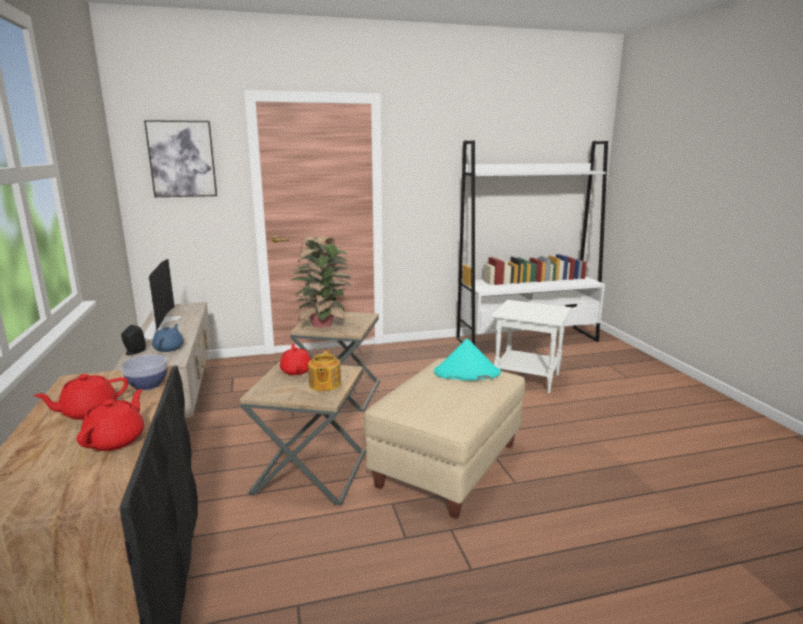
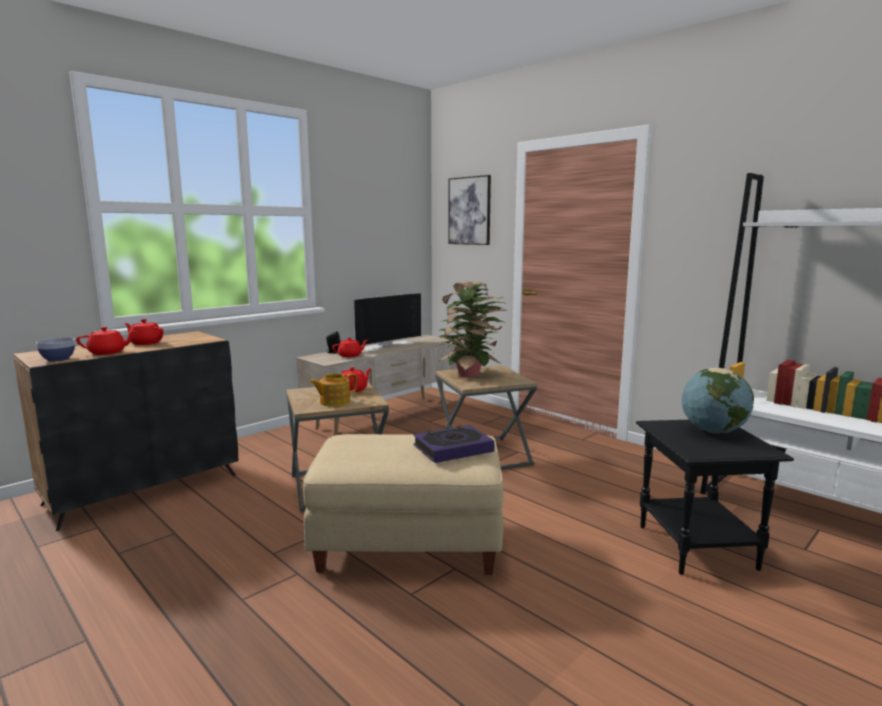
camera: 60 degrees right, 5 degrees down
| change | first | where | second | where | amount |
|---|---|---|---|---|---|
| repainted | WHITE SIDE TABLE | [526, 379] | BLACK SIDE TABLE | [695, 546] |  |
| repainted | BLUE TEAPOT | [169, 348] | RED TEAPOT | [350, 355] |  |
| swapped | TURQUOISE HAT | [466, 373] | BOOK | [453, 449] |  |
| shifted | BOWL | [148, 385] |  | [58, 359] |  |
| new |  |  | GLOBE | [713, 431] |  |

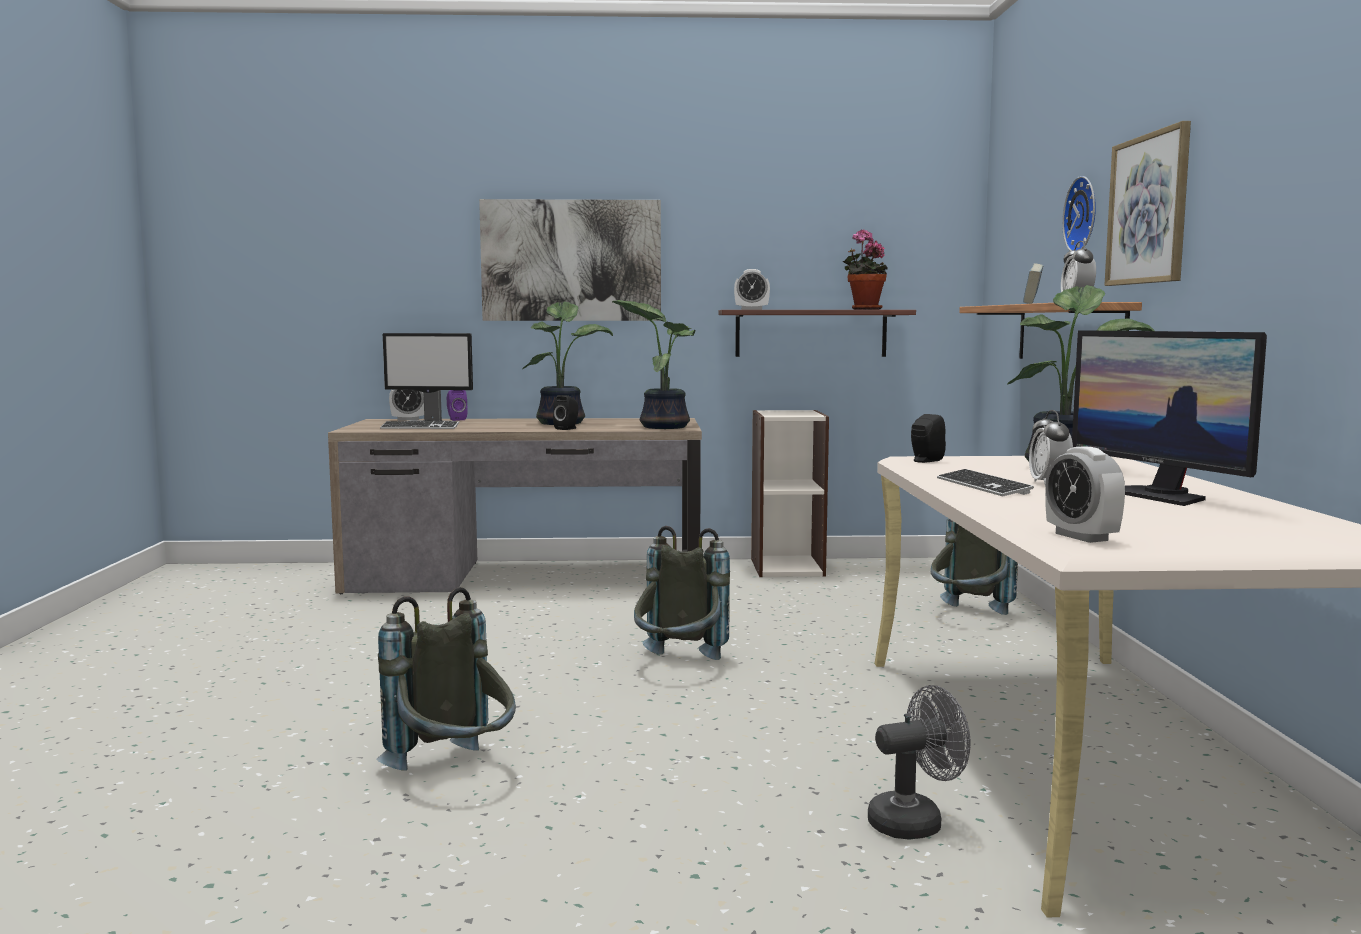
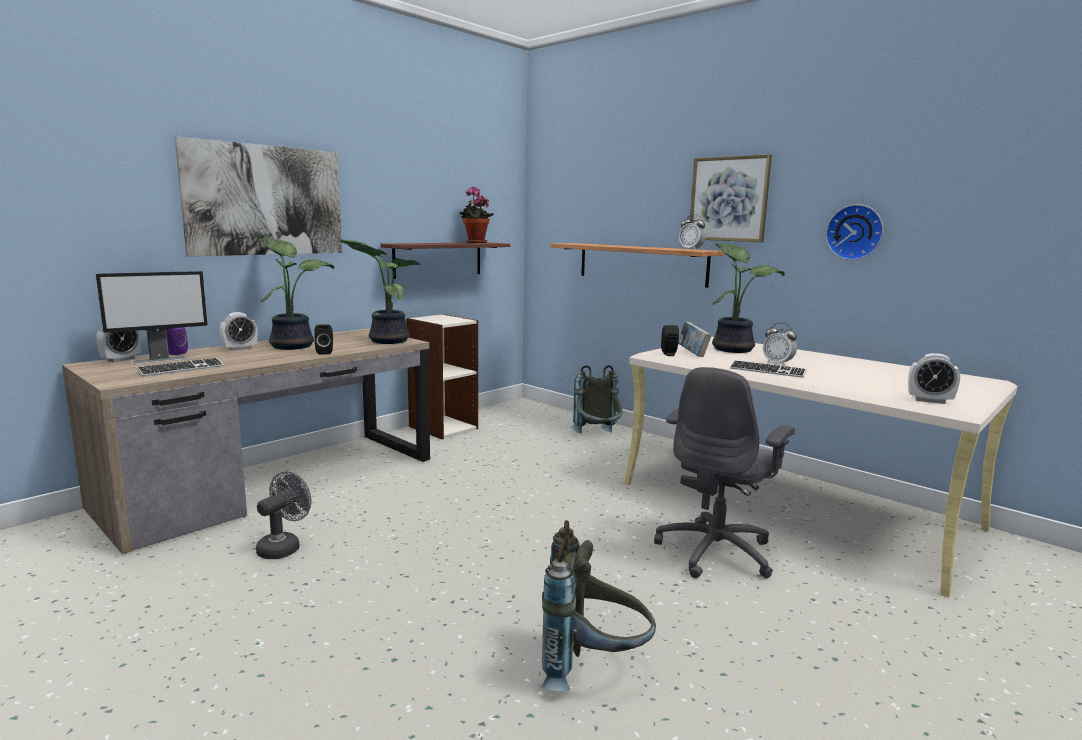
camera: 45 degrees left, 5 degrees up
| change | first | where | second | where | amount |
|---|---|---|---|---|---|
| shifted | WALL CLOCK | [1084, 215] |  | [855, 232] |  |
| shifted | BOOK | [1032, 304] |  | [692, 354] |  |
| shifted | ALARM CLOCK | [751, 309] |  | [240, 348] |  |
| gone | MONITOR | [1158, 495] |  |  |  |
| gone | GREY BACKPACK | [678, 665] |  |  |  |
| shifted | GREY FAN | [915, 821] |  | [283, 547] |  |
| new |  |  | GREY OFFICE CHAIR | [716, 551] |  |

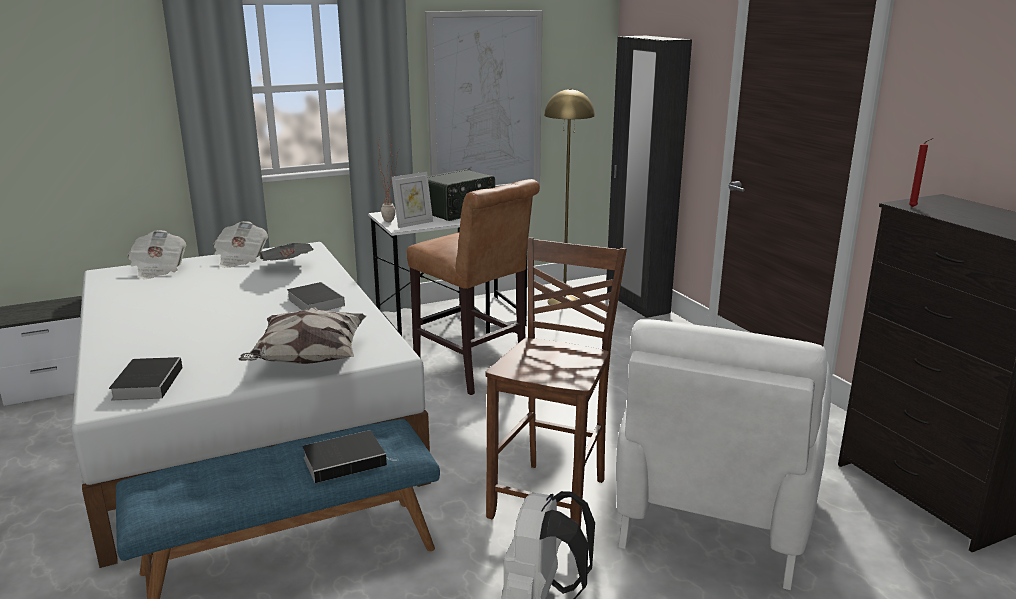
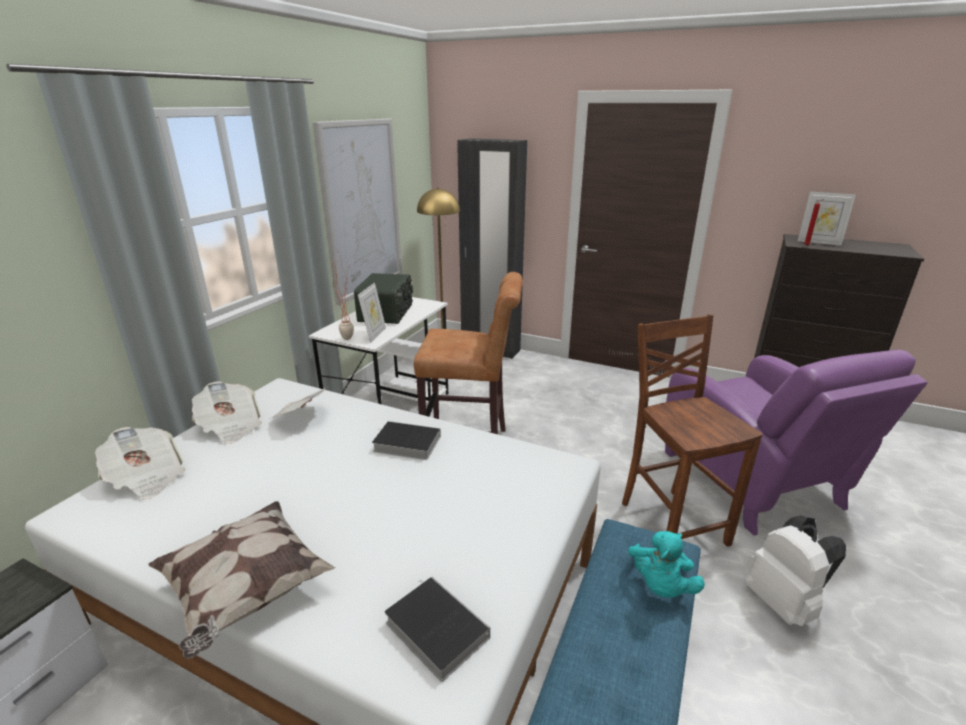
camera: 40 degrees left, 5 degrees up
| change | first | where | second | where | amount |
|---|---|---|---|---|---|
| shifted | PILLOW | [308, 359] |  | [245, 591] |  |
| repainted | WHITE ARMCHAIR | [714, 516] | PURPLE ARMCHAIR | [753, 482] |  |
| swapped | BOOK | [347, 460] | TURQUOISE PLUSH TOY | [660, 586] |  |
| new |  |  | PICTURE FRAME | [819, 242] |  |

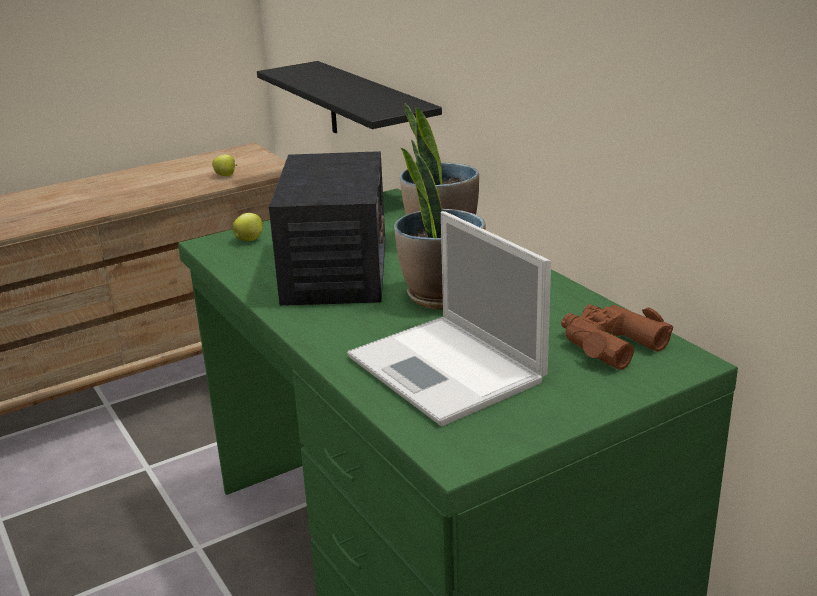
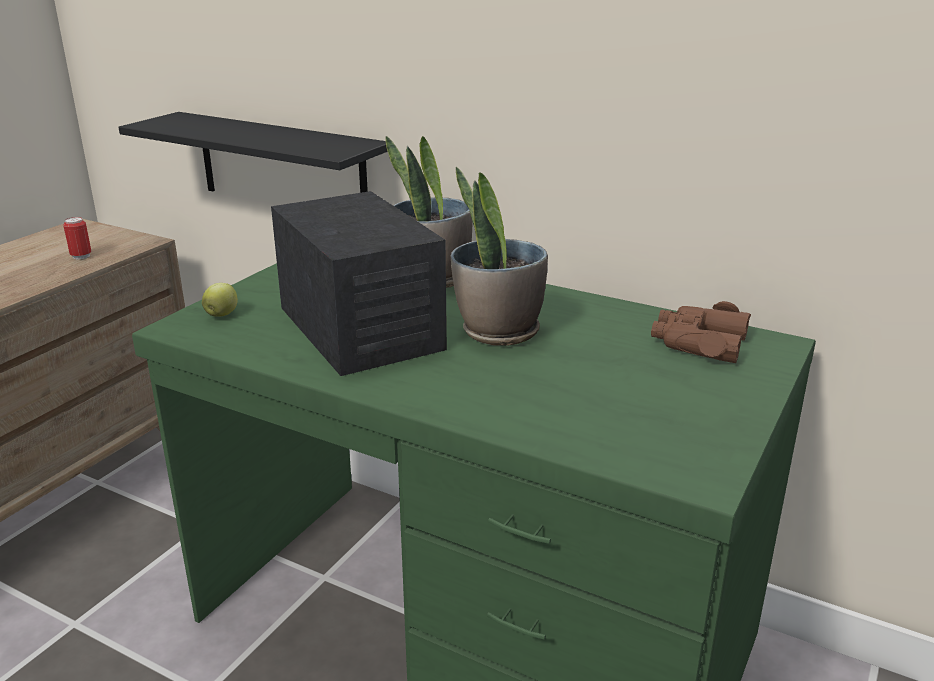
camera: 30 degrees left, 0 degrees up
| change | first | where | second | where | amount |
|---|---|---|---|---|---|
| swapped | APPLE | [226, 175] | CAN | [81, 256] |  |
| gone | LAPTOP | [448, 370] |  |  |  |

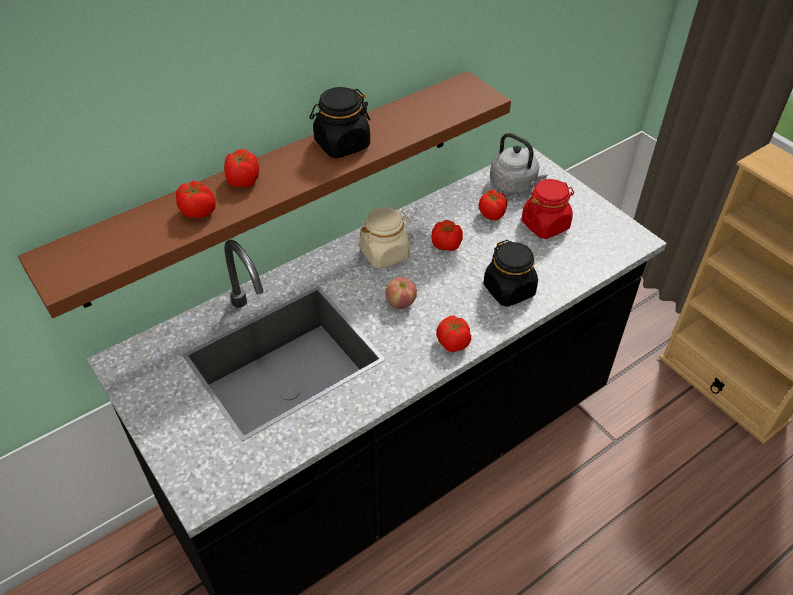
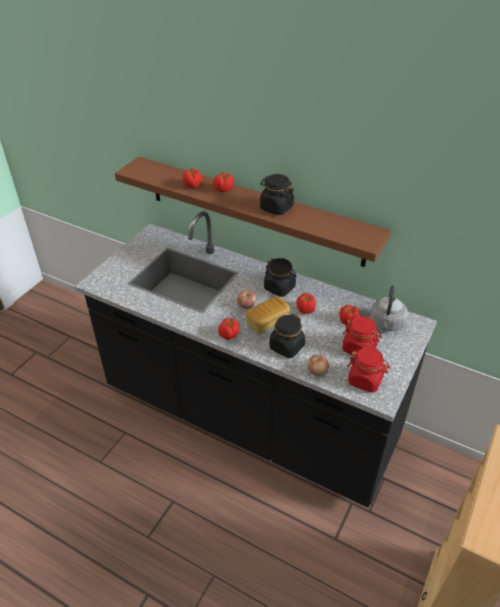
camera: 65 degrees right, 5 degrees down
| change | first | where | second | where | amount |
|---|---|---|---|---|---|
| repainted | BEIGE JAR | [385, 253] | BLACK JAR | [279, 288] |  |
| new |  |  | BREAD | [267, 322] |  |
| new |  |  | RED JAR | [365, 380] |  |
| new |  |  | APPLE | [317, 371] |  |

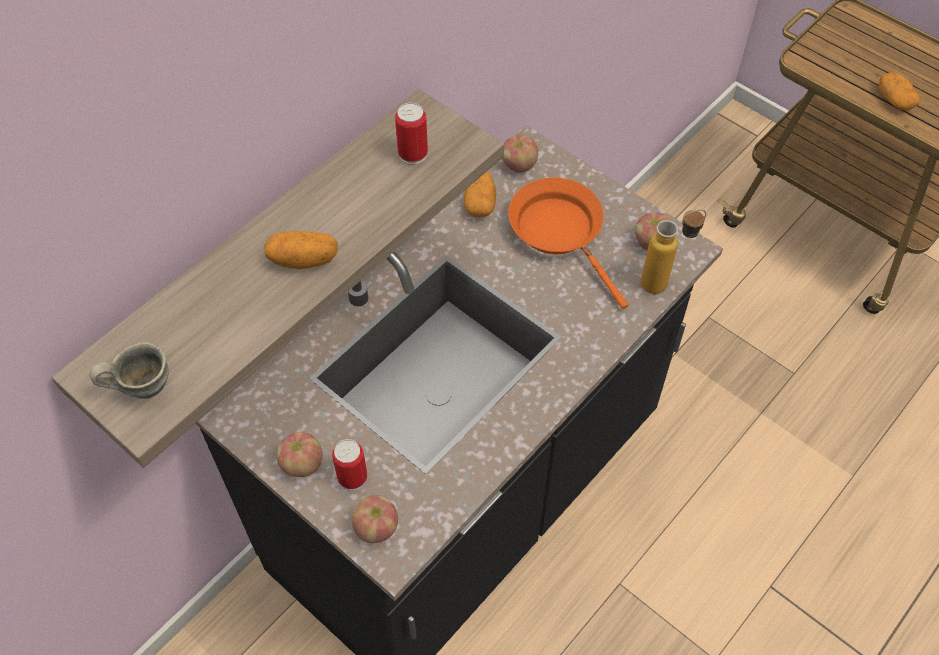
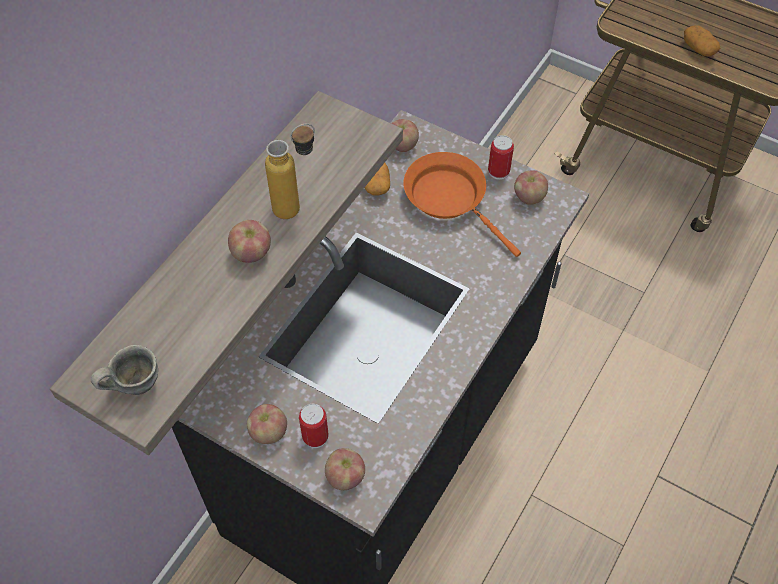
camera: 10 degrees left, 0 degrees up
| change | first | where | second | where | amount |
|---|---|---|---|---|---|
| shifted | CAN | [413, 154] |  | [498, 171] |  |
| shifted | BOTTLE | [664, 282] |  | [297, 206] |  |
| swapped | POTATO | [303, 259] | APPLE | [251, 253] |  |

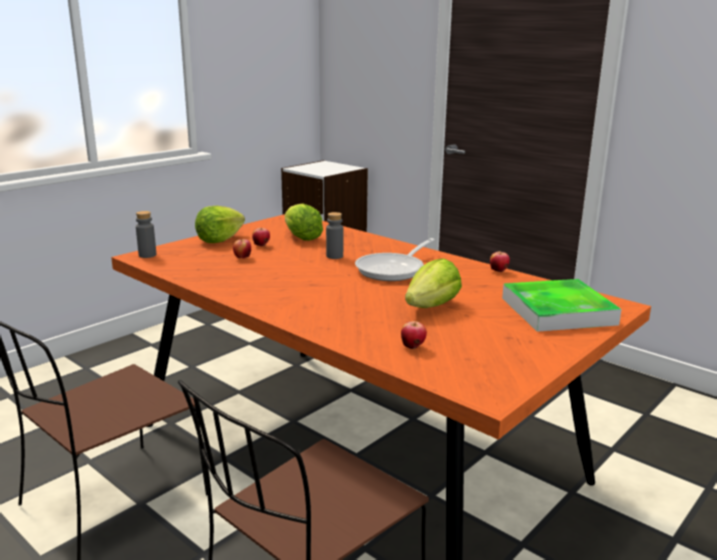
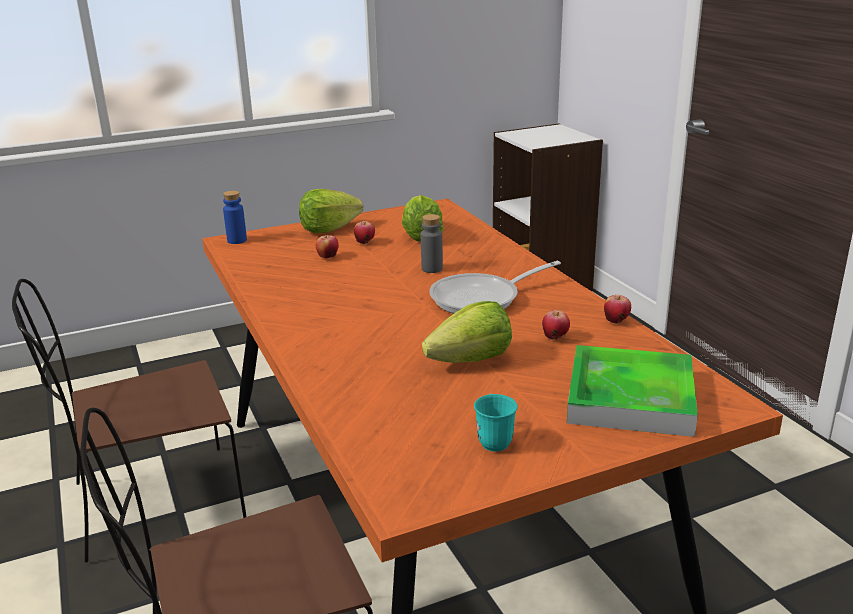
camera: 25 degrees right, 5 degrees up
| change | first | where | second | where | amount |
|---|---|---|---|---|---|
| repainted | GREY BOTTLE | [147, 255] | BLUE BOTTLE | [237, 240] |  |
| shifted | APPLE | [413, 347] |  | [555, 338] |  |
| new |  |  | TURQUOISE MUG | [494, 439] |  |

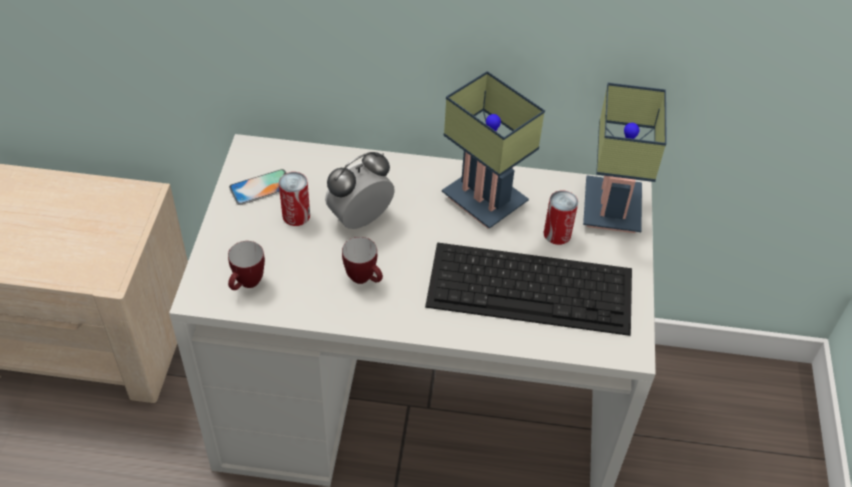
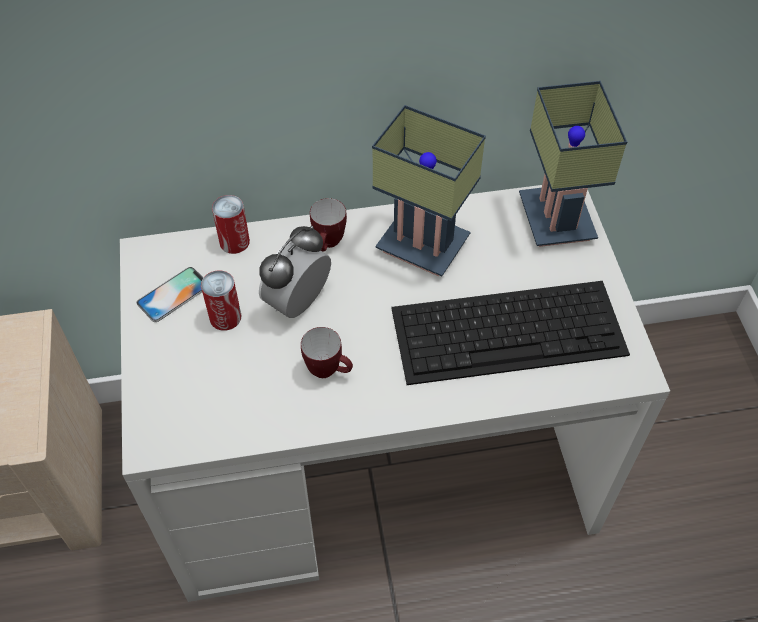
camera: 15 degrees left, 5 degrees up
| change | first | where | second | where | amount |
|---|---|---|---|---|---|
| shifted | CAN | [557, 234] |  | [234, 242] |  |
| shifted | MUG | [247, 285] |  | [329, 245] |  |

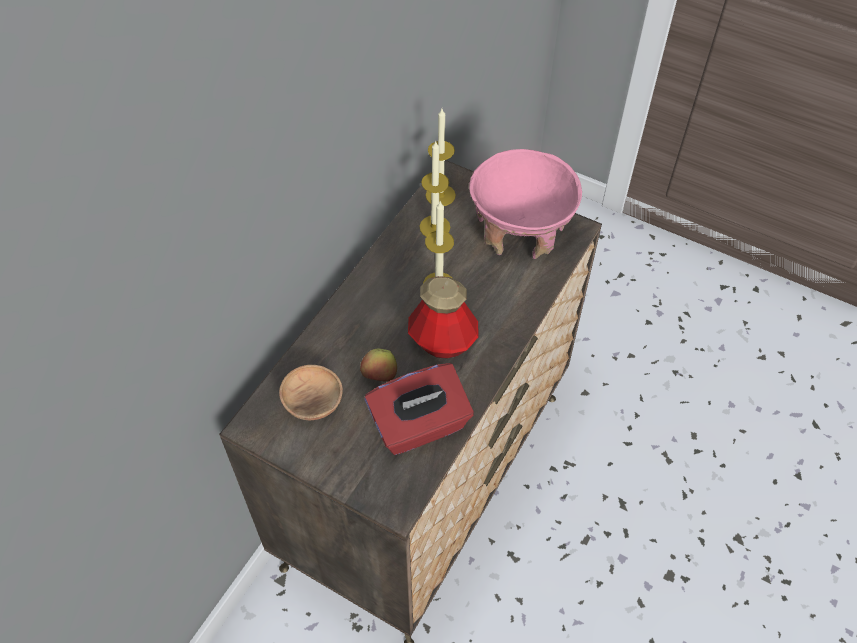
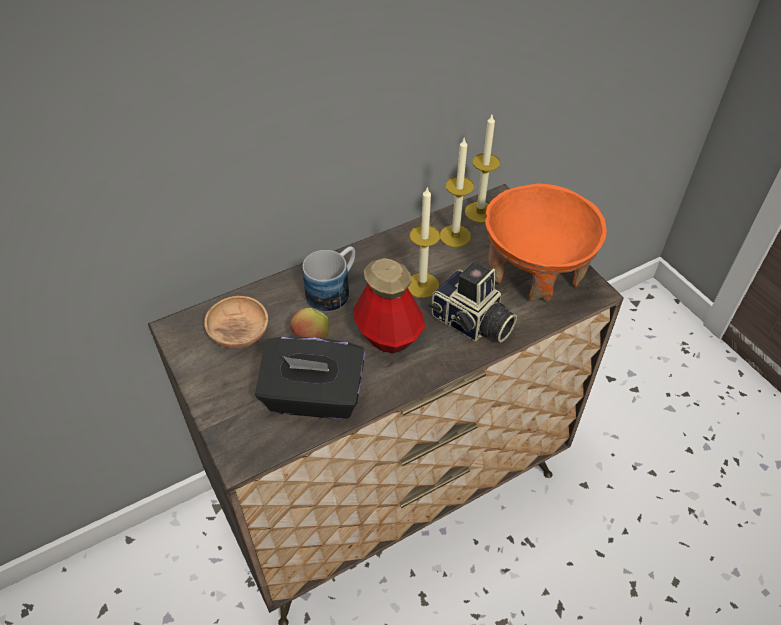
camera: 30 degrees right, 5 degrees down
| change | first | where | second | where | amount |
|---|---|---|---|---|---|
| repainted | PINK BOWL | [521, 230] | ORANGE BOWL | [535, 271] |  |
| repainted | RED TISSUE BOX | [420, 426] | BLACK TISSUE BOX | [313, 398] |  |
| new |  |  | MUG | [334, 290] |  |
| new |  |  | PHOTO CAMERA | [471, 323] |  |

